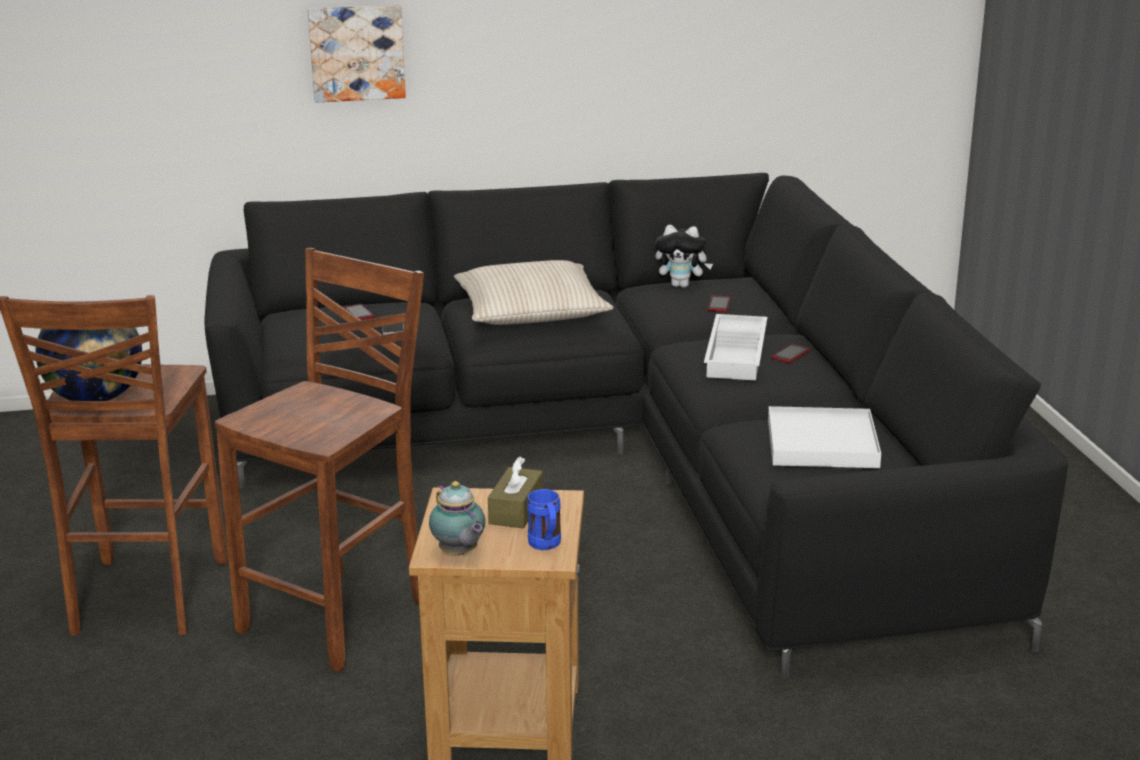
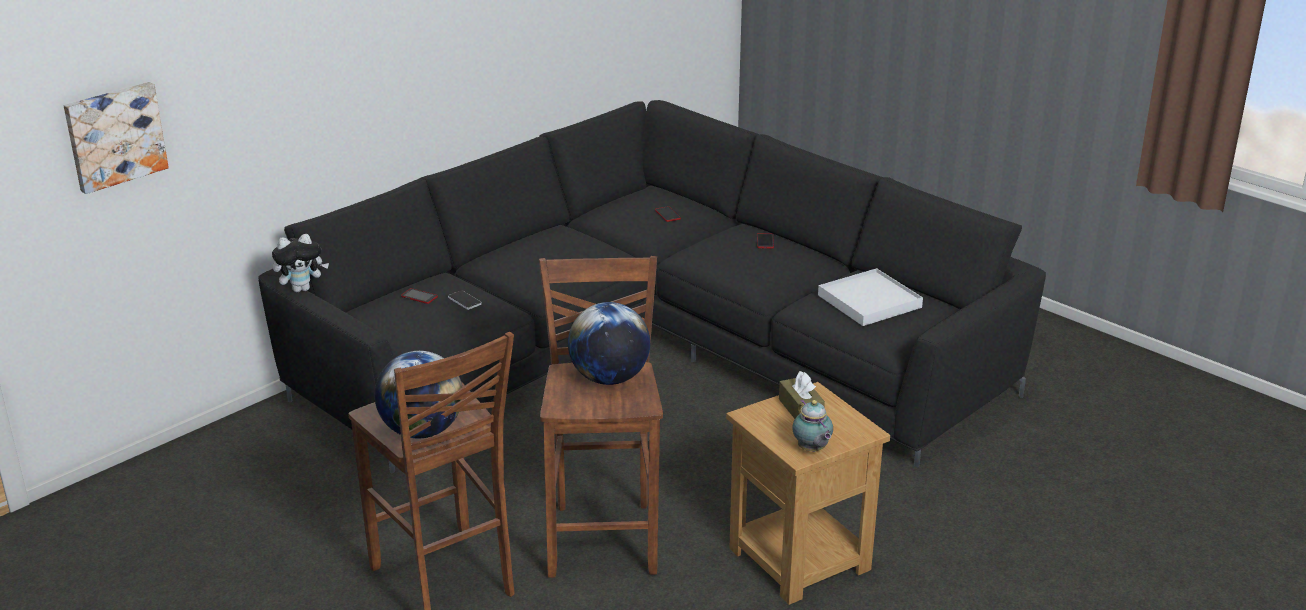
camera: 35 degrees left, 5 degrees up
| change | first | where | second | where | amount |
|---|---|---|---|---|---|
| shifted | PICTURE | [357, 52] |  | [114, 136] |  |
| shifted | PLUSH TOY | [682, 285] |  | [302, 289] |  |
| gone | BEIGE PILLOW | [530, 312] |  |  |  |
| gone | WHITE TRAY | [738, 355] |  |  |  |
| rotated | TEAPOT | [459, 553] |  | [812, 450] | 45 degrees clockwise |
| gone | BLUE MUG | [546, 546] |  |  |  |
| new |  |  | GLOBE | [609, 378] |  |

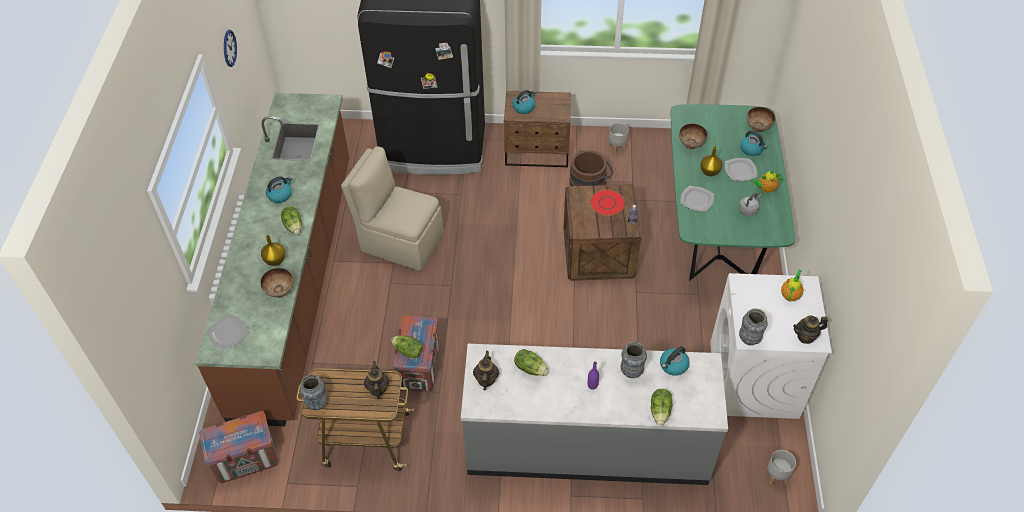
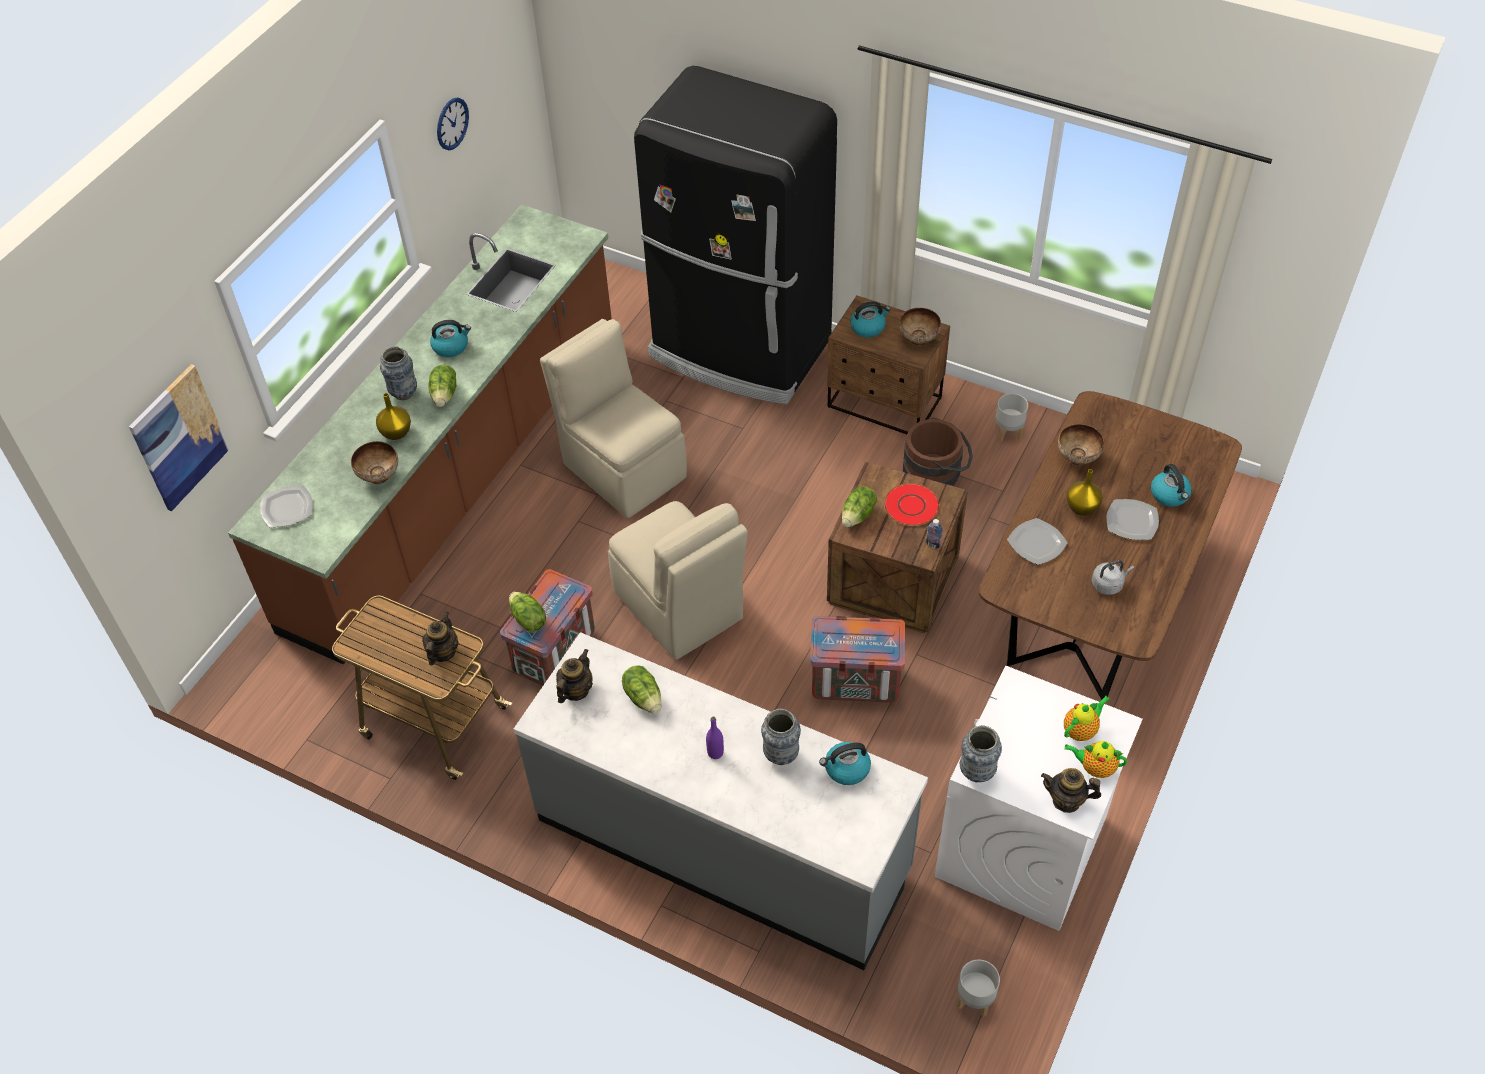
camera: 25 degrees right, 0 degrees up
| change | first | where | second | where | amount |
|---|---|---|---|---|---|
| repainted | GREEN DINING TABLE | [716, 228] | BROWN DINING TABLE | [1093, 603] |  |
| shifted | BOWL | [758, 128] |  | [918, 340] |  |
| shifted | TEAPOT | [765, 189] |  | [1095, 768] |  |
| shifted | VASE | [317, 403] |  | [403, 393] |  |
| shifted | LETTUCE | [660, 411] |  | [858, 515] |  |
| shifted | CRATE | [247, 460] |  | [856, 681] |  |
| new |  |  | PICTURE | [179, 437] |  |
| new |  |  | BEIGE CHAIR | [680, 608] |  |

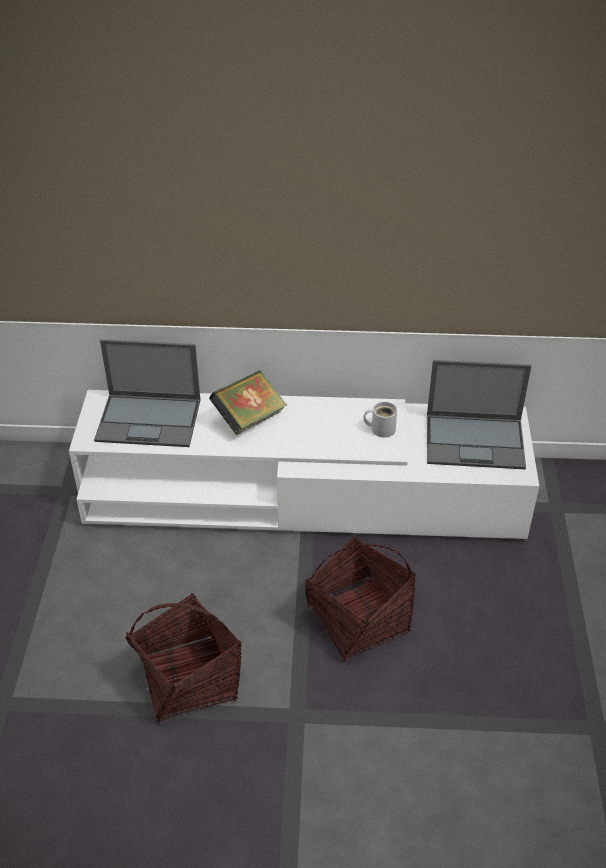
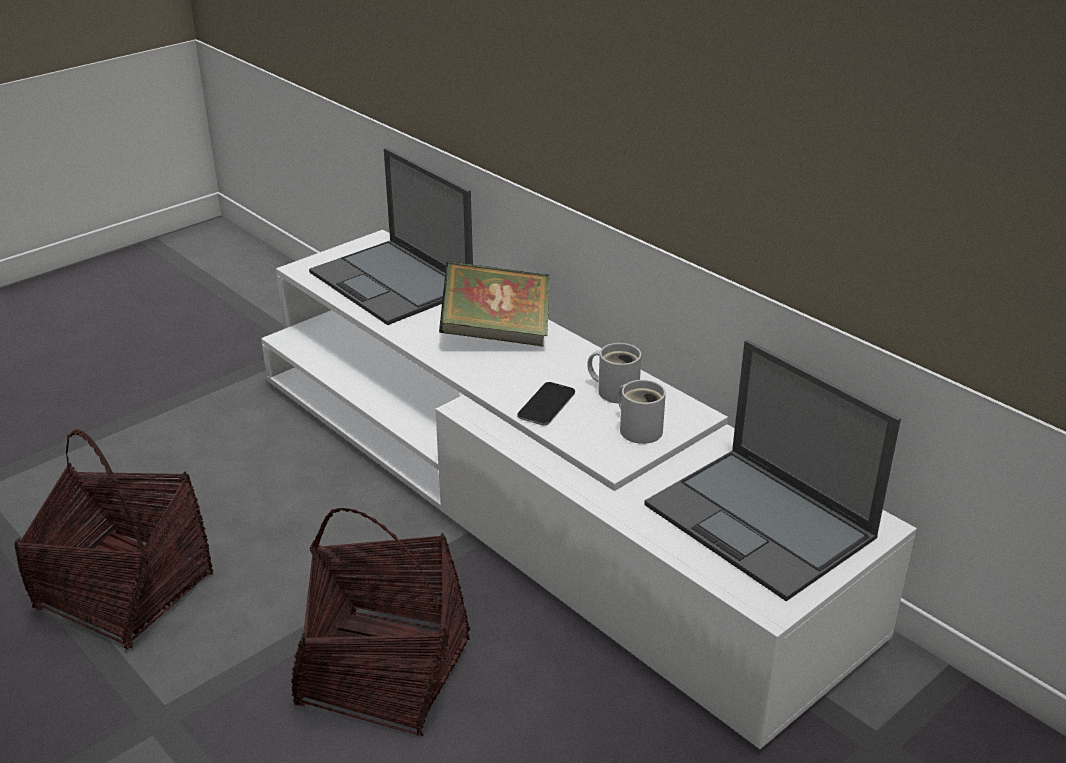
camera: 45 degrees right, 10 degrees down
| change | first | where | second | where | amount |
|---|---|---|---|---|---|
| new |  |  | WHITE MUG | [615, 390] |  |
| new |  |  | PHONE | [546, 405] |  |

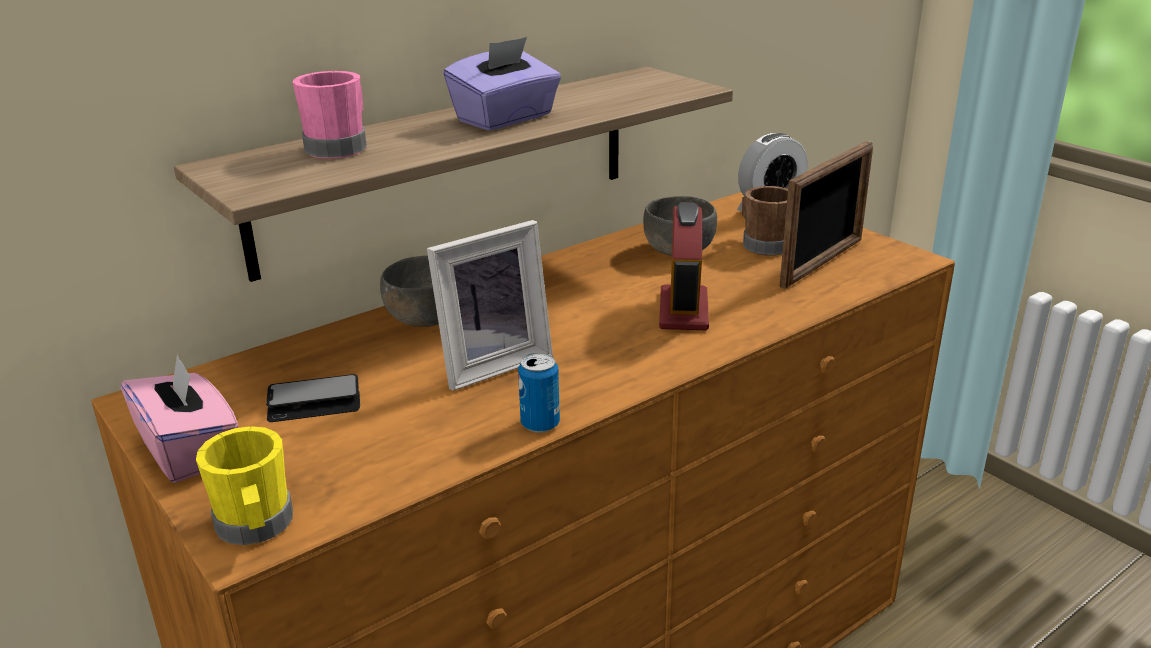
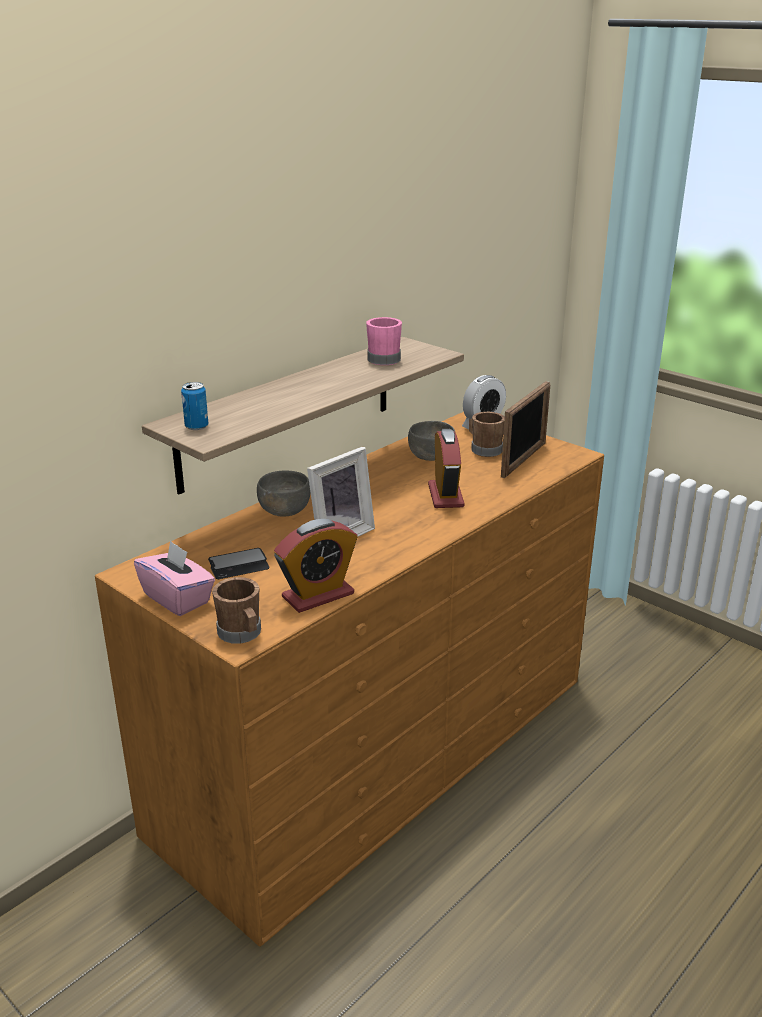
camera: 10 degrees left, 0 degrees up
| change | first | where | second | where | amount |
|---|---|---|---|---|---|
| gone | PURPLE TISSUE BOX | [505, 119] |  |  |  |
| shifted | PINK MUG | [340, 147] |  | [385, 358] |  |
| shifted | CAN | [540, 424] |  | [196, 426] |  |
| repainted | YELLOW MUG | [256, 527] | BROWN MUG | [241, 634] |  |
| new |  |  | ALARM CLOCK | [318, 595] |  |

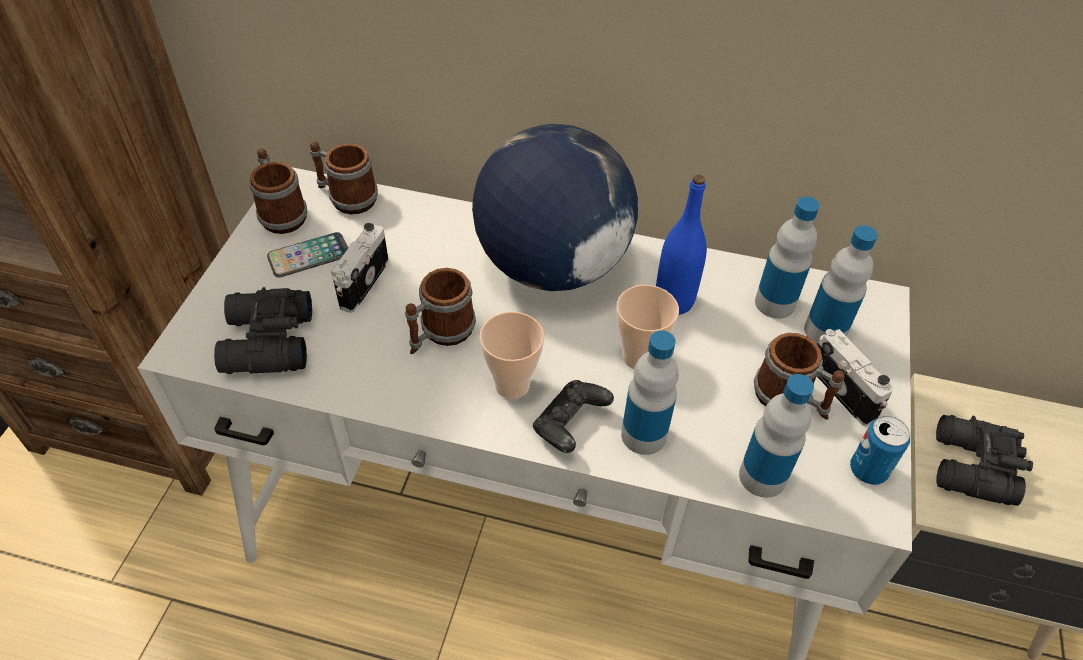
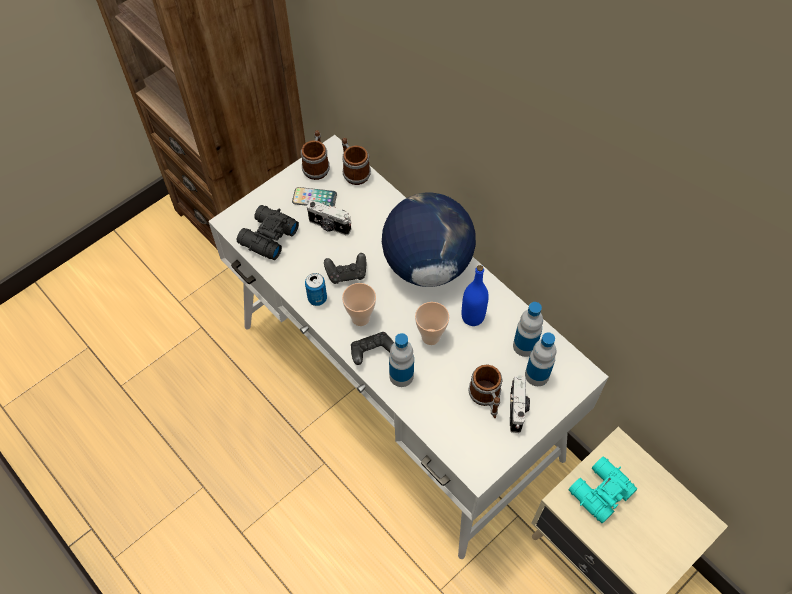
camera: 35 degrees right, 10 degrees up
| change | first | where | second | where | amount |
|---|---|---|---|---|---|
| rotated | PHOTO CAMERA | [361, 282] |  | [329, 226] | 120 degrees counterclockwise |
| swapped | MUG | [440, 334] | BLACK GAME CONTROLLER | [347, 273] |  |
| gone | BOTTLE | [762, 476] |  |  |  |
| repainted | BLACK BINOCULARS | [970, 468] | TURQUOISE BINOCULARS | [598, 492] |  |
| shifted | CAN | [868, 470] |  | [317, 298] |  |

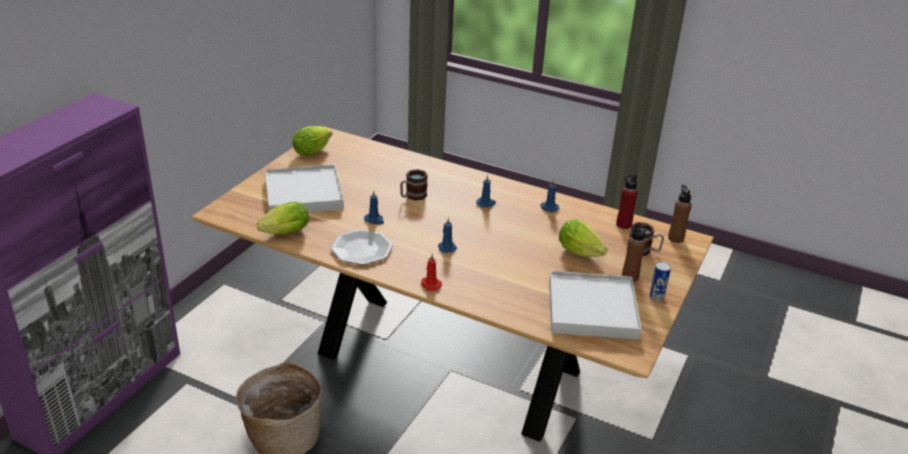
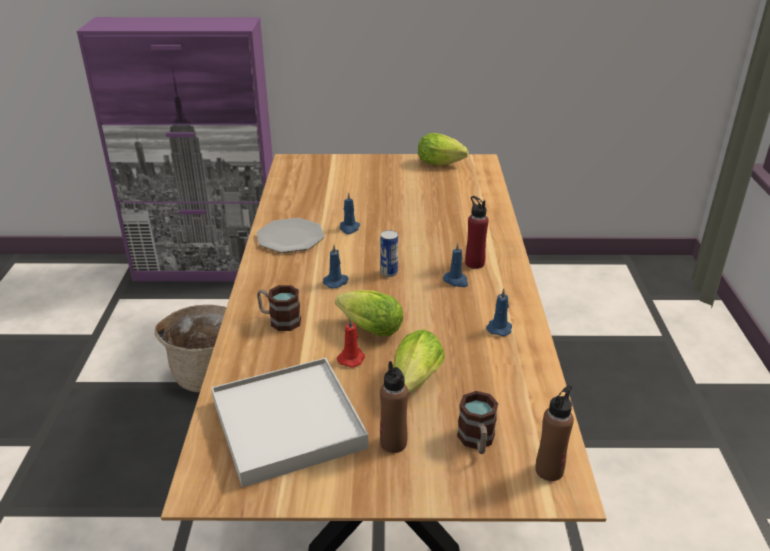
camera: 65 degrees right, 0 degrees up
| change | first | where | second | where | amount |
|---|---|---|---|---|---|
| gone | WHITE TRAY | [303, 193] |  |  |  |
| shifted | MUG | [412, 196] |  | [279, 320] |  |
| shifted | RED BOTTLE | [623, 224] |  | [474, 263] |  |
| shifted | LETTUCE | [283, 233] |  | [367, 328] |  |
| shifted | RED CANDLE | [430, 284] |  | [352, 358] |  |
| shifted | CAN | [656, 297] |  | [389, 273] |  |

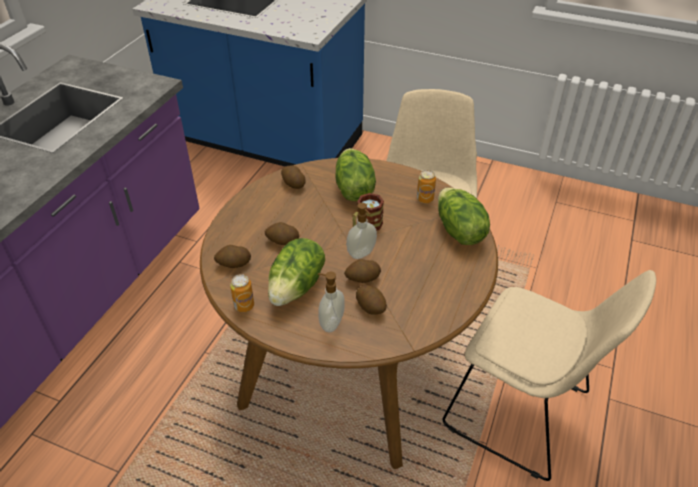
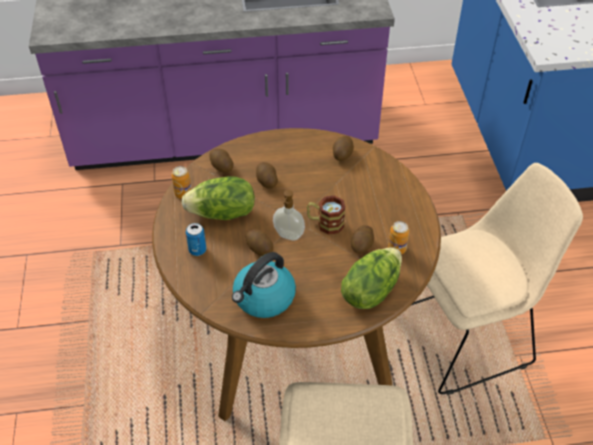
camera: 60 degrees right, 5 degrees up
| change | first | where | second | where | amount |
|---|---|---|---|---|---|
| gone | LETTUCE | [353, 189] |  |  |  |
| swapped | SOAP DISPENSER | [330, 323] | CAN | [197, 250] |  |
| shifted | POTATO | [371, 307] |  | [362, 246] |  |
| new |  |  | KETTLE | [263, 298] |  |

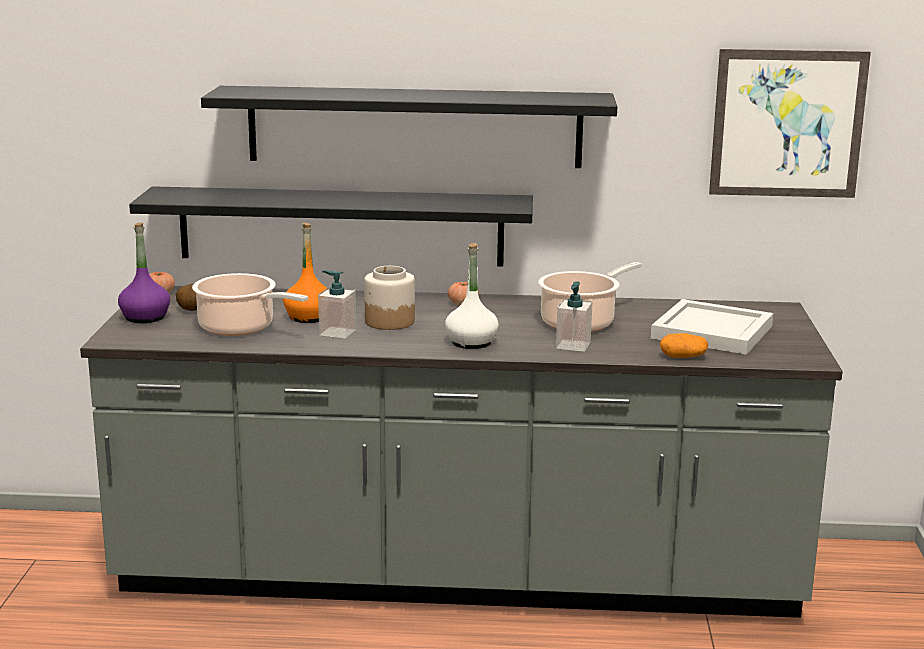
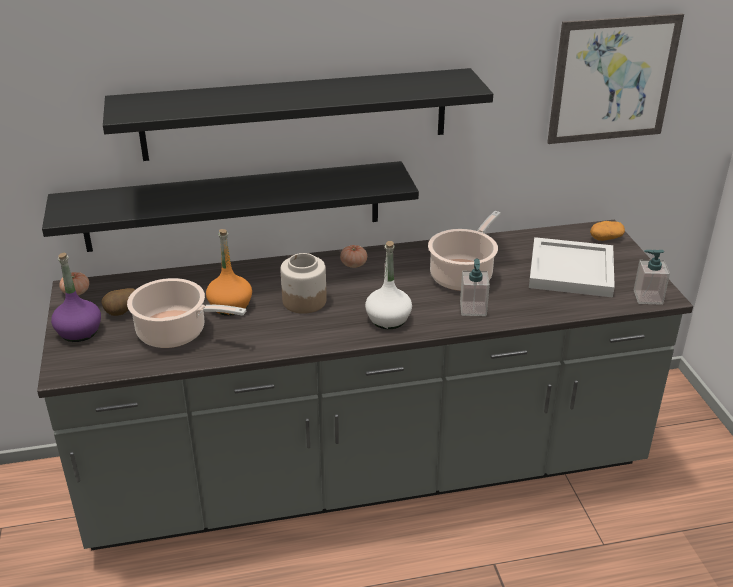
camera: 15 degrees left, 15 degrees up
| change | first | where | second | where | amount |
|---|---|---|---|---|---|
| shifted | SOAP DISPENSER | [337, 332] |  | [647, 297] |  |
| shifted | POTATO | [683, 357] |  | [606, 238] |  |

